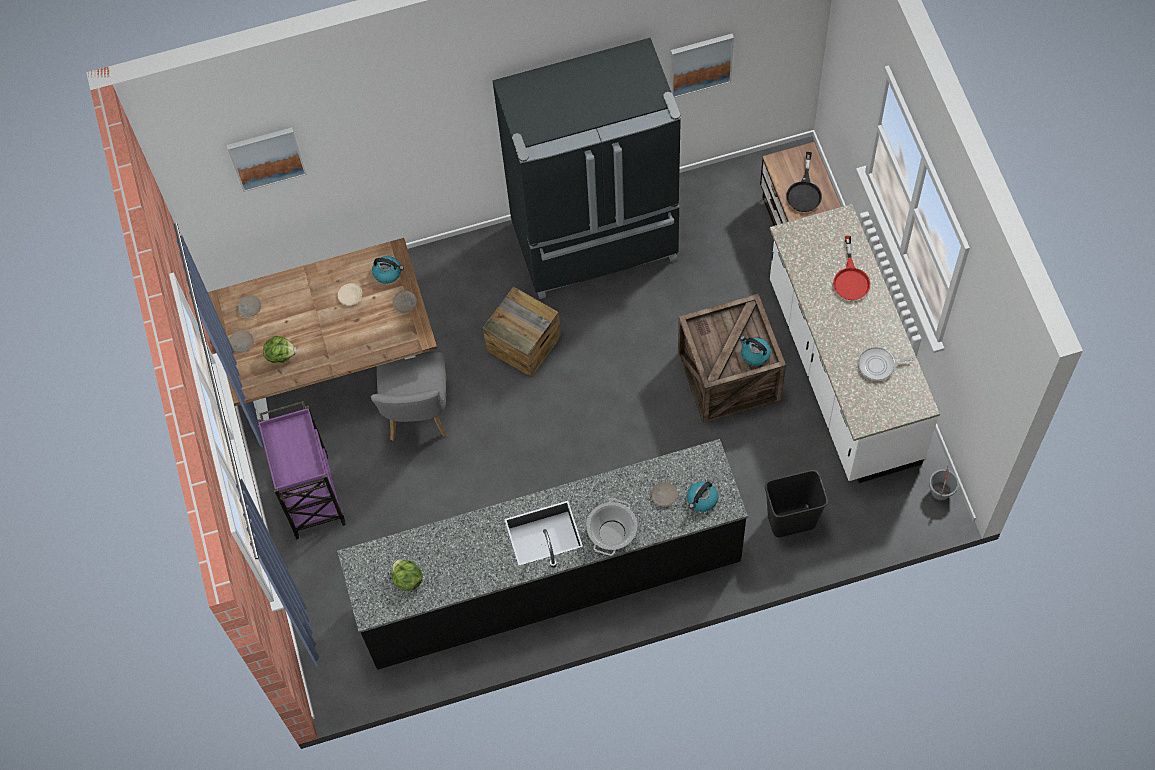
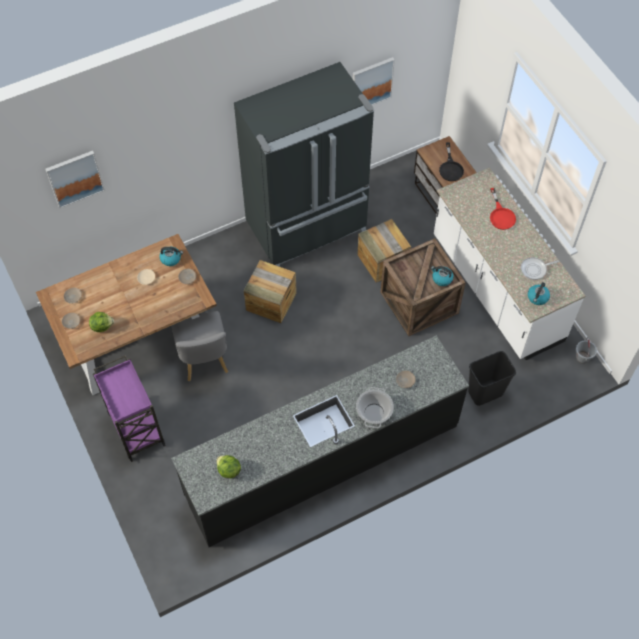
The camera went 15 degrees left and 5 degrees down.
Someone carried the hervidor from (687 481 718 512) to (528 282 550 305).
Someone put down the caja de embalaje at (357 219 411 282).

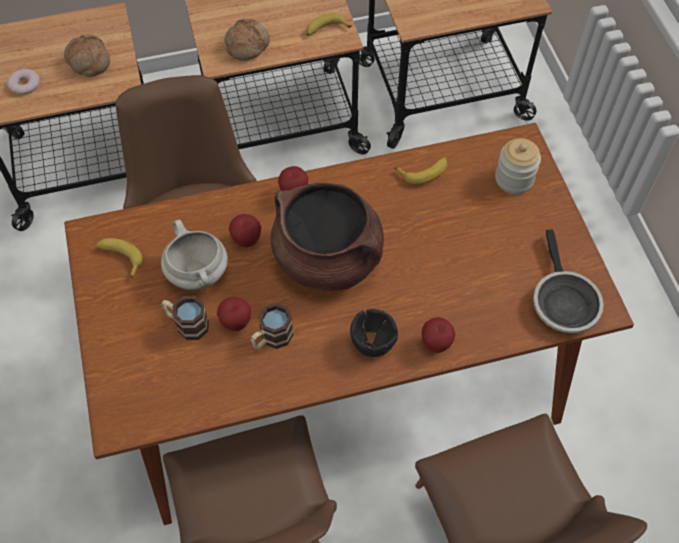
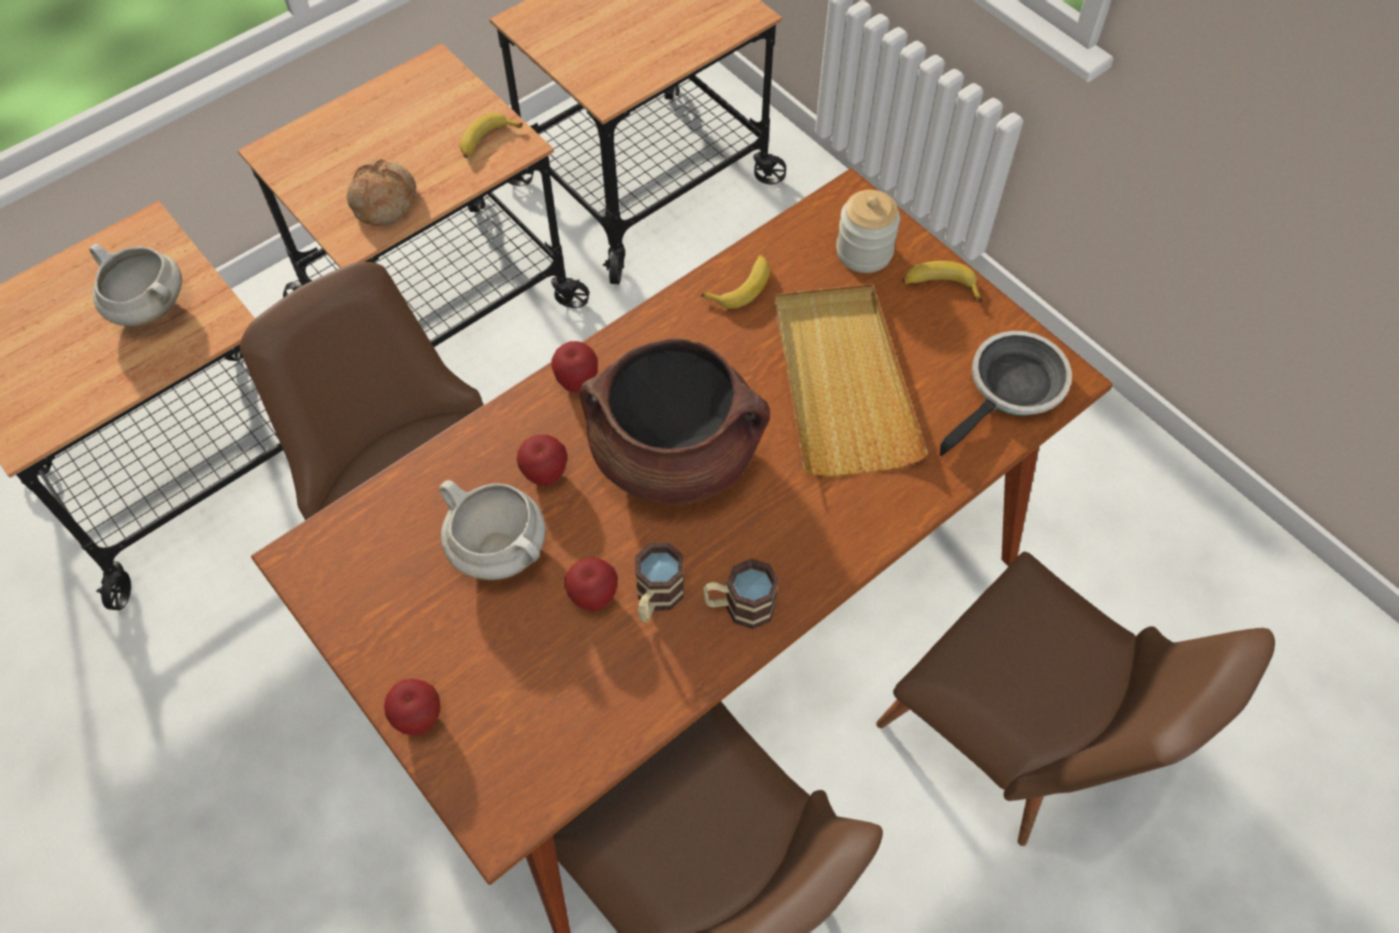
The camera went 25 degrees left and 0 degrees up.
Someone took away the rosquilla at (7 69 40 95).
Someone swapped the pan at (64 35 110 77) for the olla/blanco at (89 244 182 326).
Someone carried the plátano from (95 238 143 279) to (902 261 983 301).
Someone carried the taza grande from (161 296 209 340) to (703 558 779 629).
Someone took away the cuenco/negro at (350 309 398 357).
Someone carried the manzana from (421 317 455 353) to (384 678 441 735).
Someone rotated the sartén at (533 229 604 333) by 105 degrees counterclockwise.
Someone put down the bandeja/beis at (774 284 928 476).

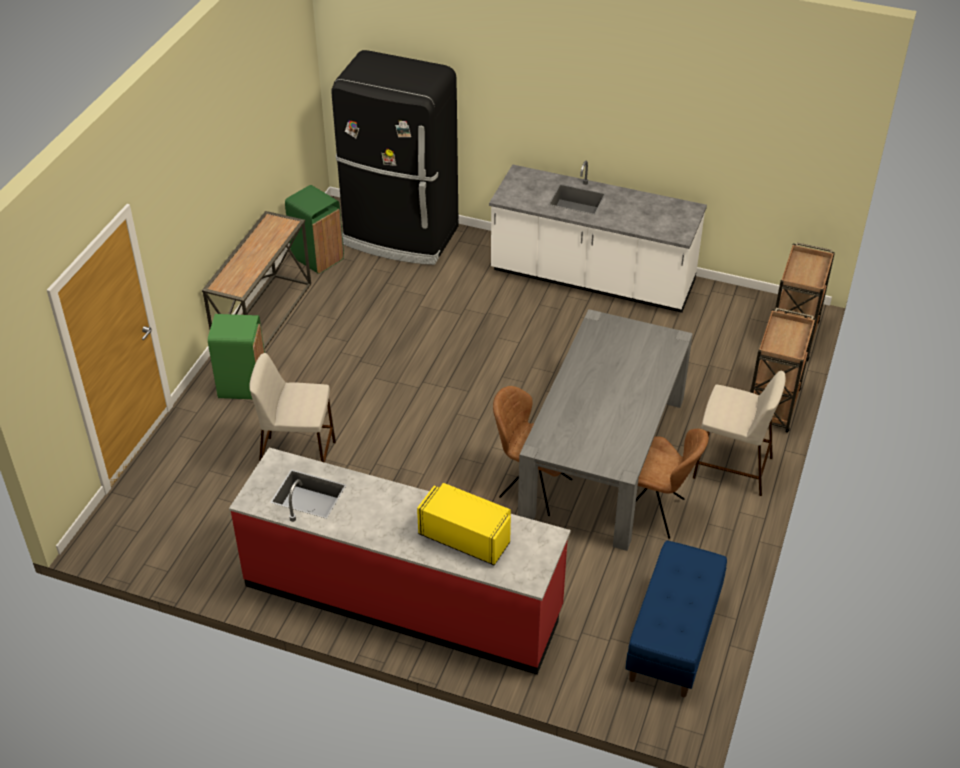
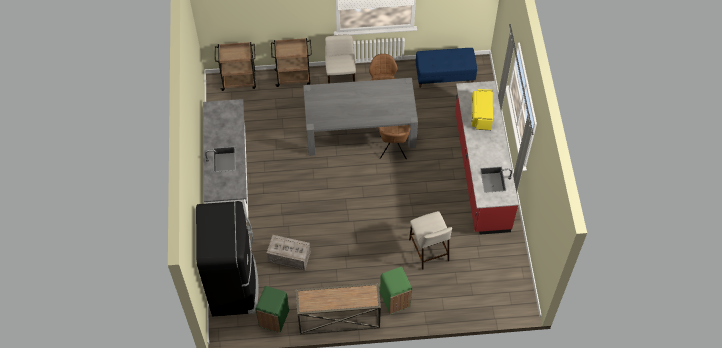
The camera went 115 degrees left and 15 degrees up.
Someone put down the caja de embalaje at (267 235 311 271).

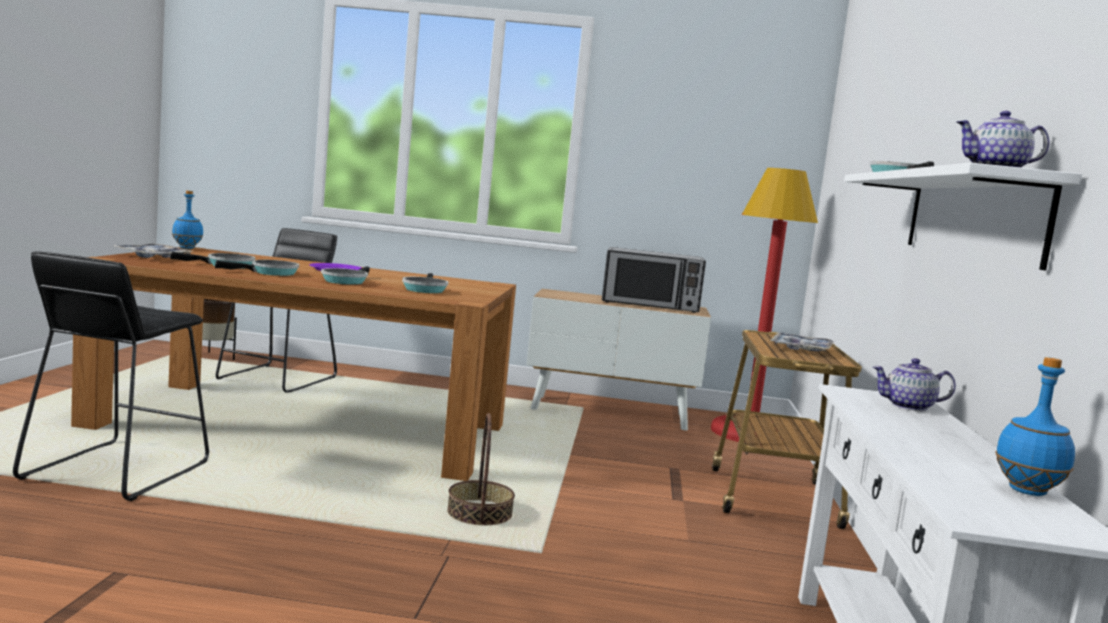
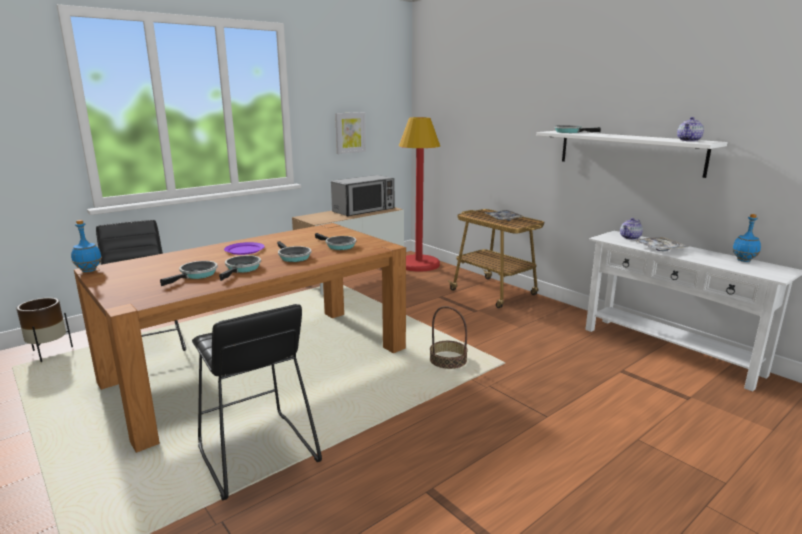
The camera went 45 degrees left and 10 degrees up.
Someone carried the bandeja from (114 244 195 258) to (633 237 689 251).
Someone put up the cuadro at (335 112 366 154).

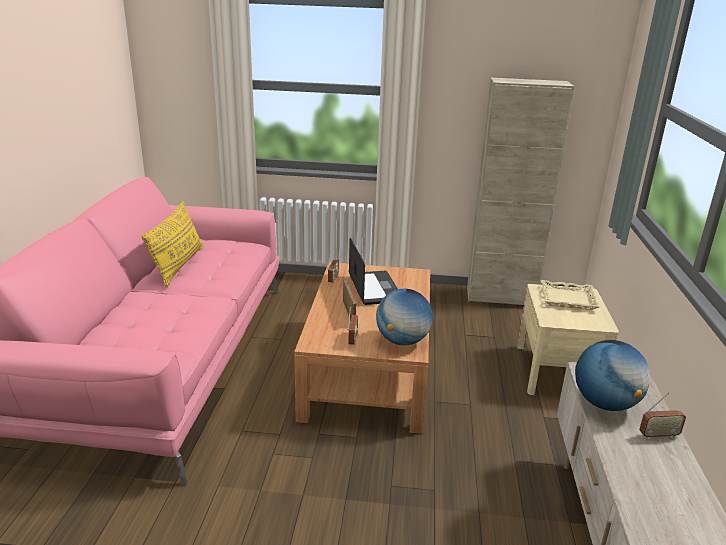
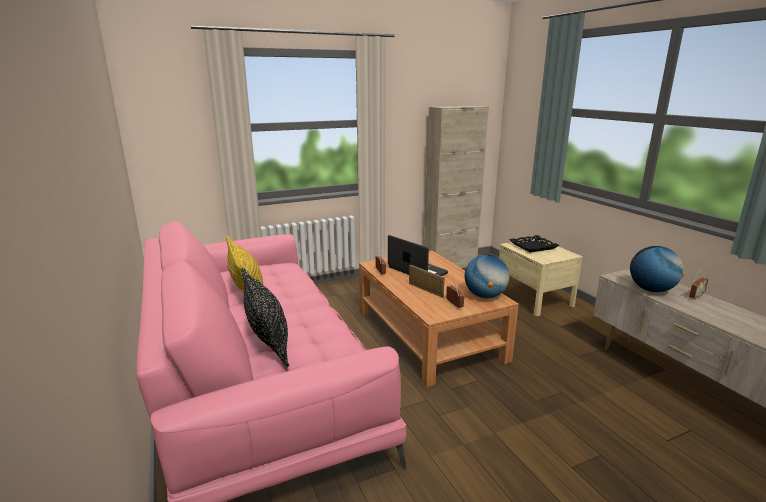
The camera went 30 degrees left and 5 degrees down.
Someone repainted the bandeja/beis at (541 280 600 310), which became the bandeja/negro at (509 235 559 252).
Someone put down the cojín/negro at (242 268 289 368).

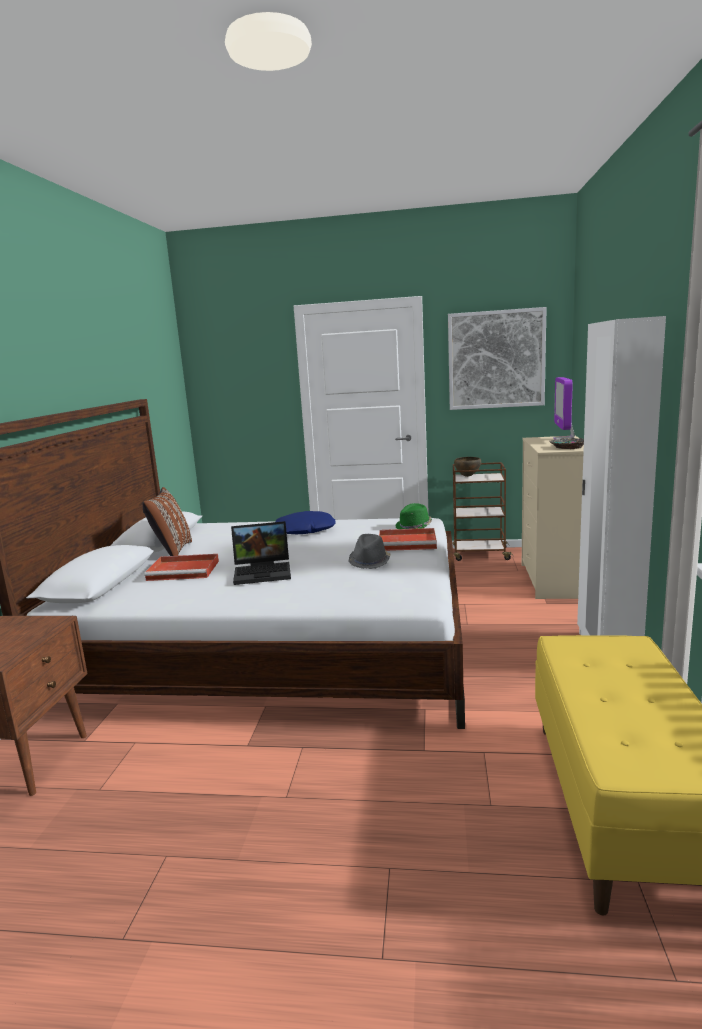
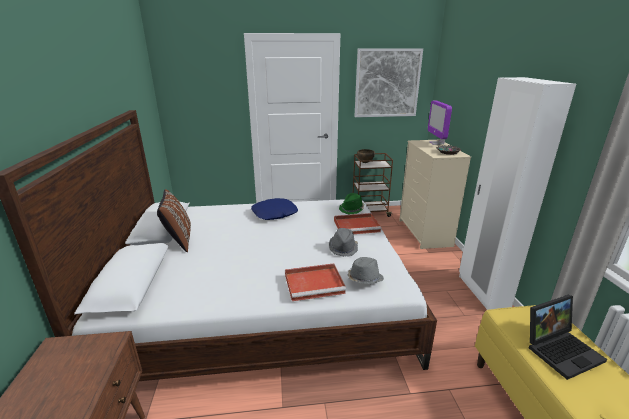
The camera went 15 degrees left and 10 degrees up.
Someone carried the bandeja/rojo from (144 554 219 581) to (285 263 346 301).
Someone carried the portátil from (231 521 291 585) to (529 295 607 380).
Someone put down the sombrero/gris at (348 257 384 284).

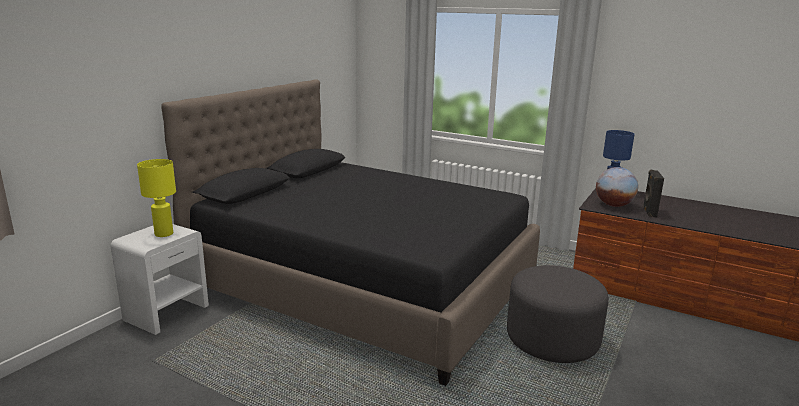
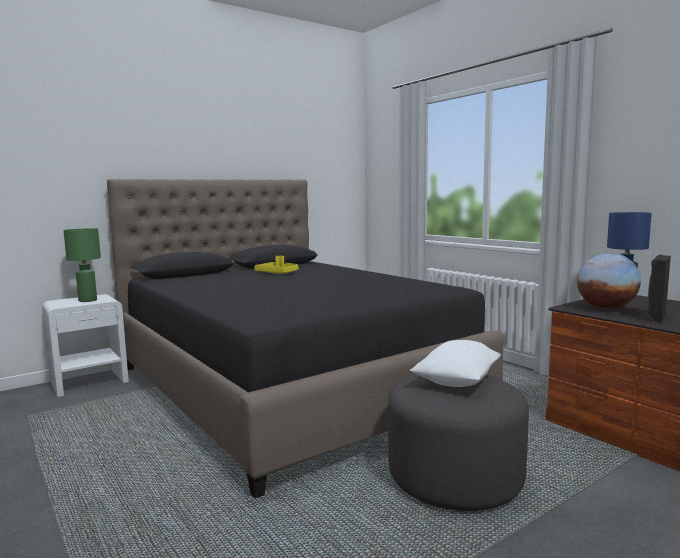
The camera went 25 degrees right and 10 degrees down.
Someone repainted the lámpara de mesa/amarillo at (137 159 176 237), which became the lámpara de mesa/verde at (63 228 101 302).
Someone put down the bandeja/amarillo at (254 256 298 274).
Someone put down the cojín/blanco at (410 340 501 387).

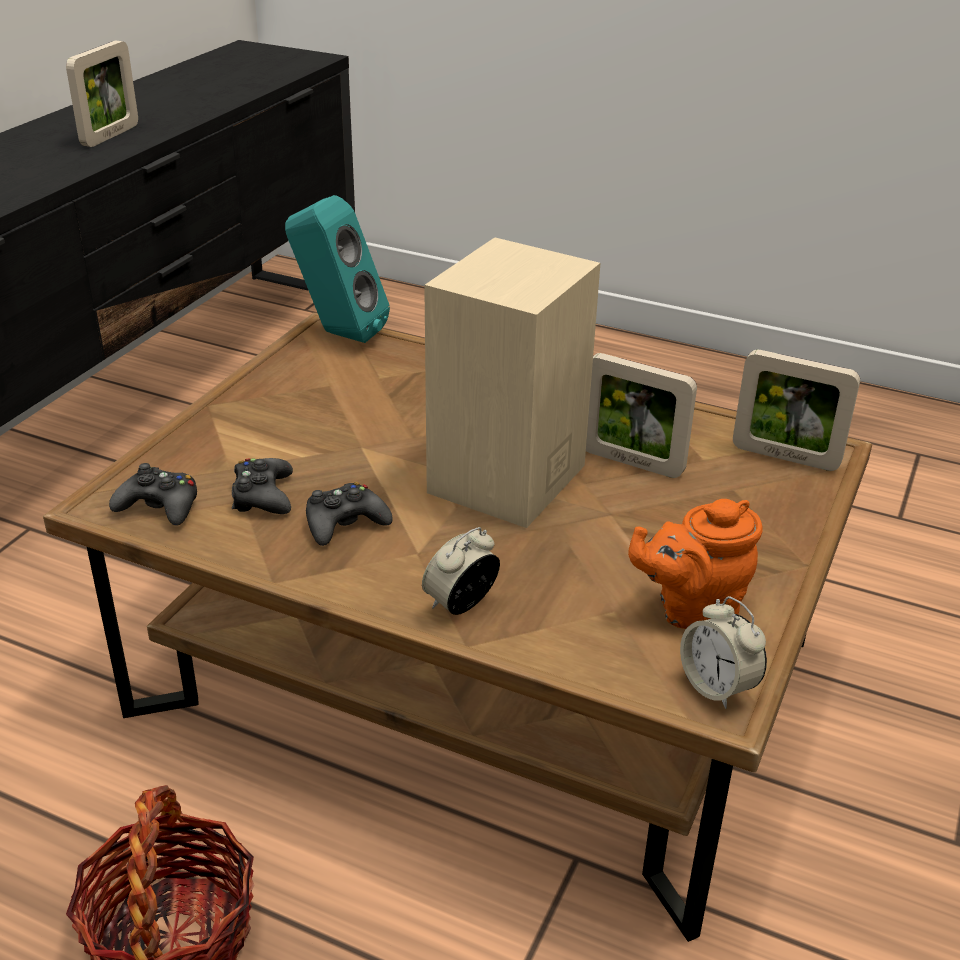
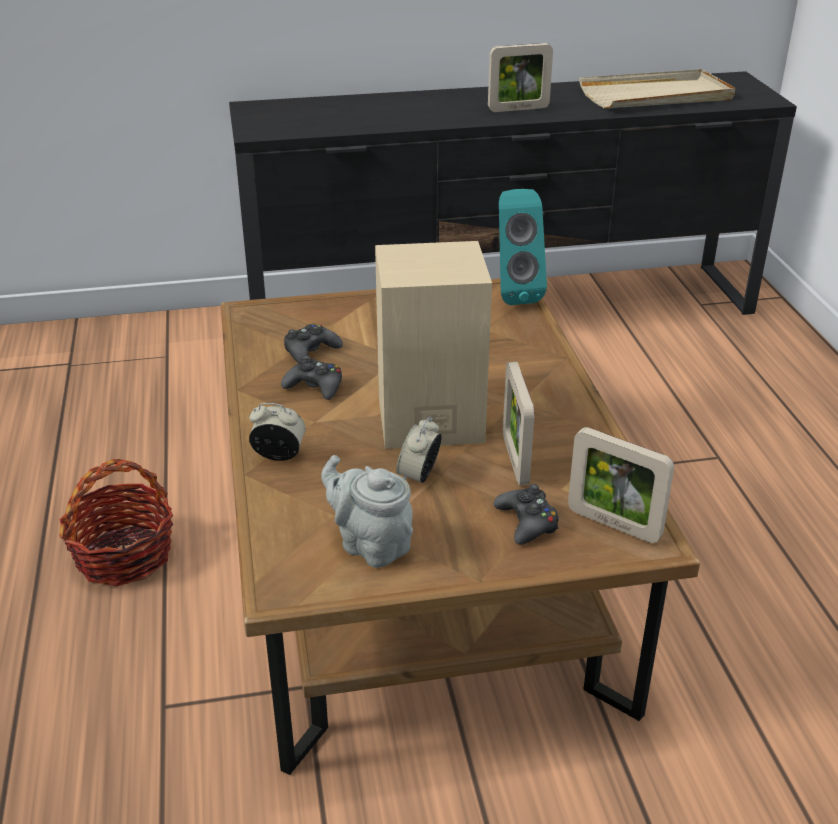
The camera went 55 degrees right and 0 degrees up.
Someone carried the mando de consola/negro from (109 463 197 526) to (494 484 559 545).
Someone repainted the tetera/naranja at (628 499 763 629), which became the tetera/gris at (321 455 413 568).
Someone carried the despertador from (680 596 767 709) to (396 416 442 483).
Someone rotated the portarretratos at (733 350 860 471) by 45 degrees counterclockwise.
Someone put down the bandeja/beis at (579 69 736 108).

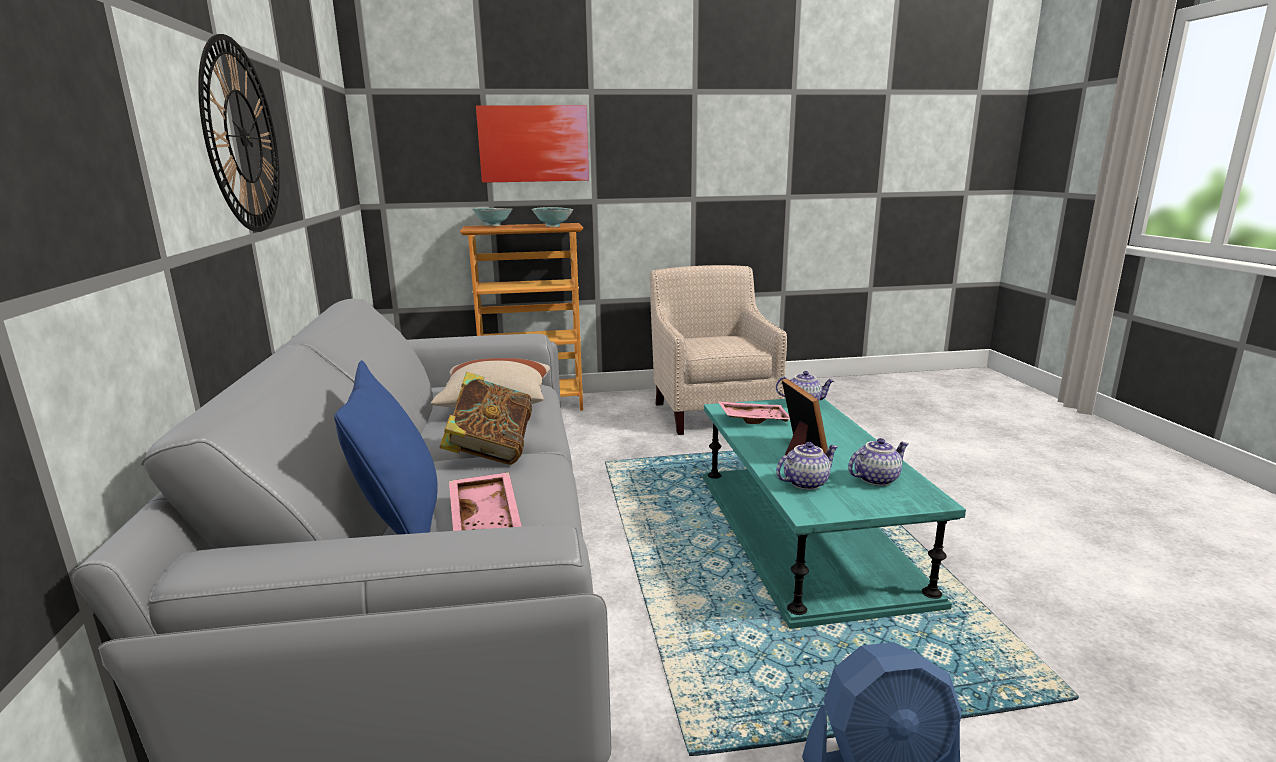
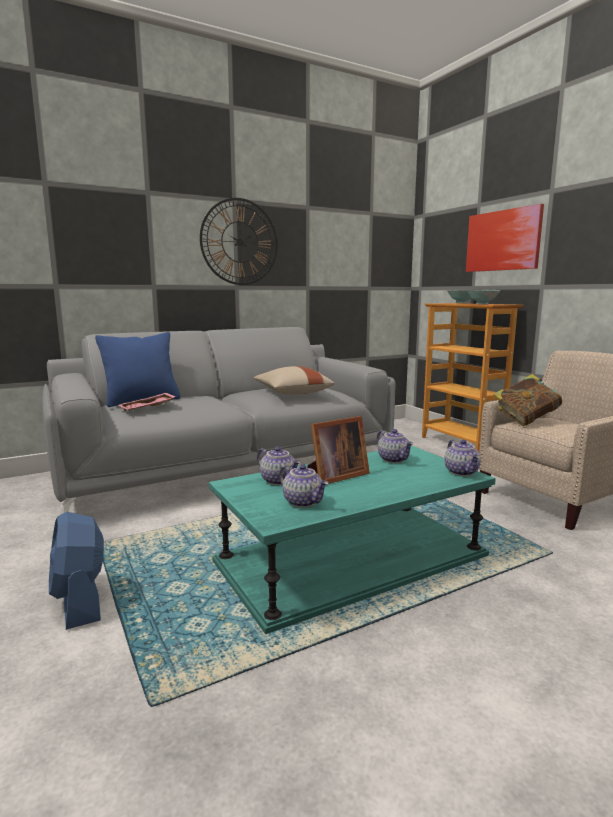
The camera went 70 degrees right and 5 degrees down.
Someone carried the libro from (439 372 532 465) to (493 374 562 426).
Someone swapped the bandeja/rosa at (718 401 790 424) for the tetera at (377 429 413 463).

